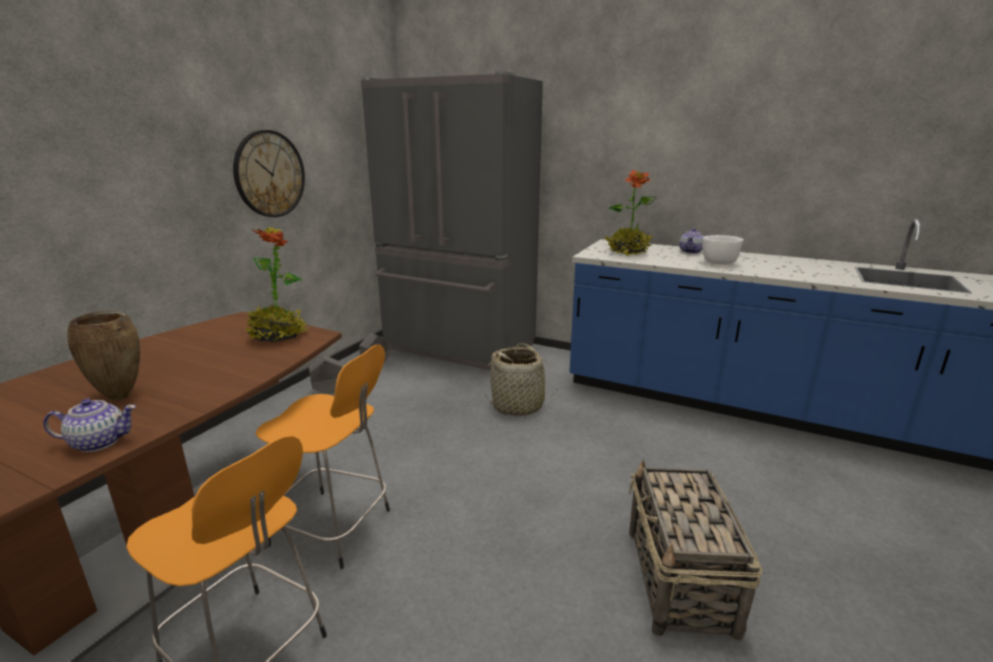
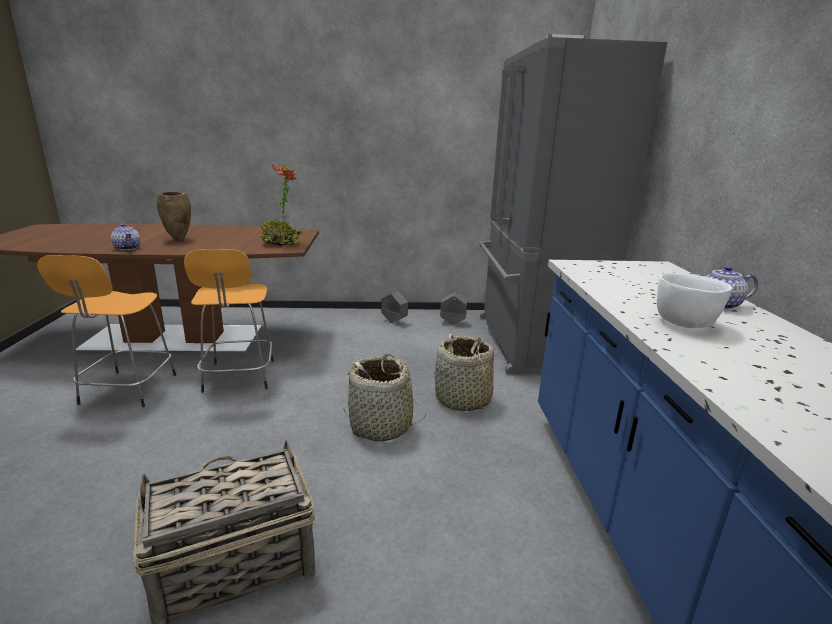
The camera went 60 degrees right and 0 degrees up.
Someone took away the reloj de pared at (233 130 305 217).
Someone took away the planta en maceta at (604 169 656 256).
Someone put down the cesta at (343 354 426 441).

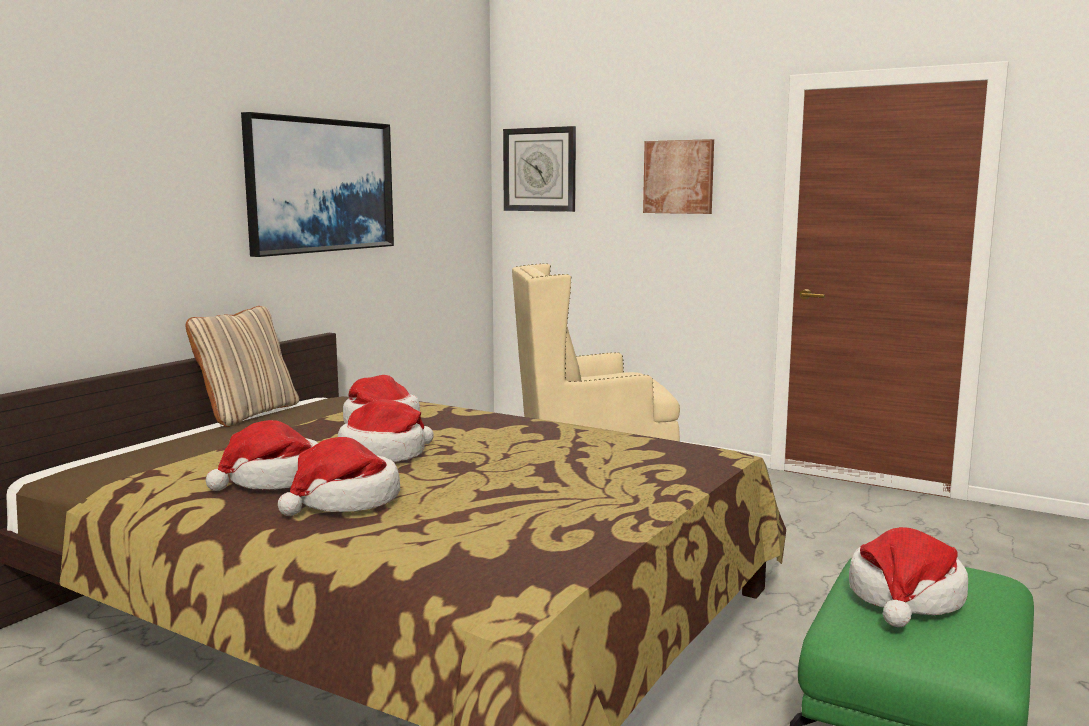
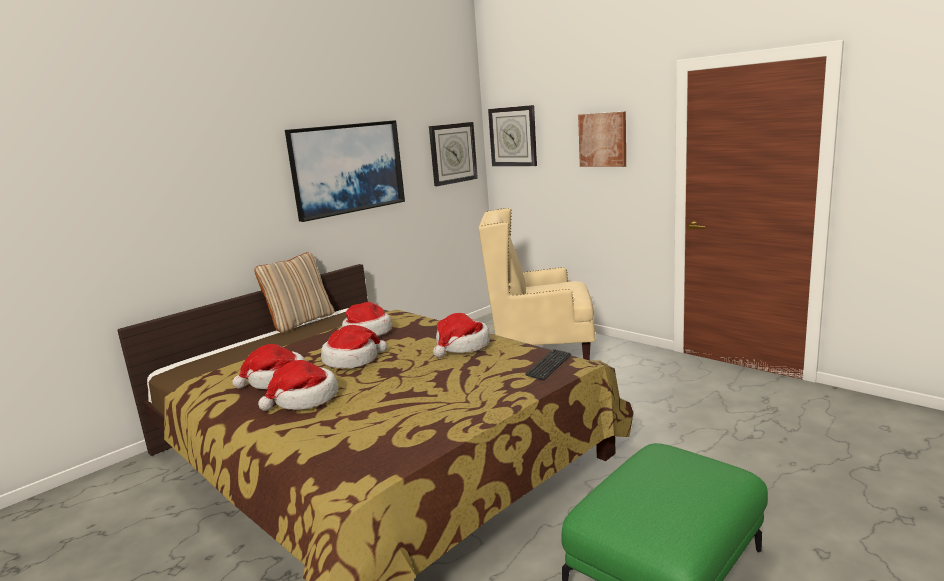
The camera went 15 degrees right and 5 degrees up.
Someone carried the sombrero from (849 527 968 627) to (433 313 490 358).
Someone put up the reloj de pared at (429 122 478 186).
Someone put down the teclado at (525 349 571 380).

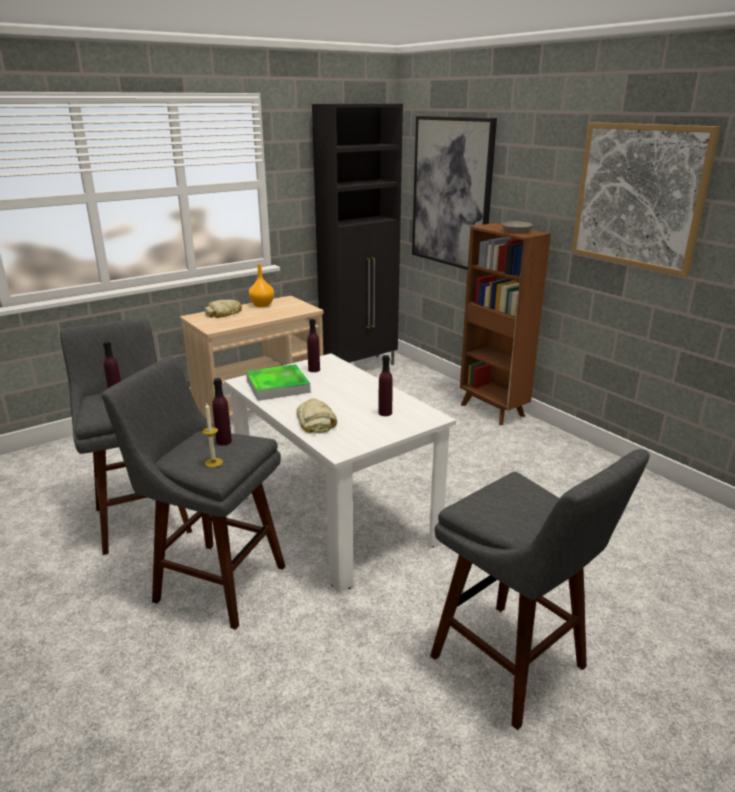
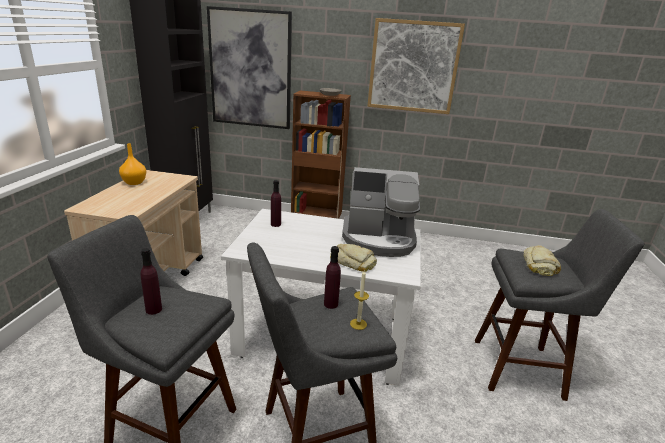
The camera went 45 degrees left and 0 degrees up.
Someone carried the pan from (204 299 242 318) to (523 245 561 276).
Someone took away the bandeja at (246 364 311 401).
Someone swapped the botella/morado at (379 355 393 416) for the cafetera at (342 167 420 257).

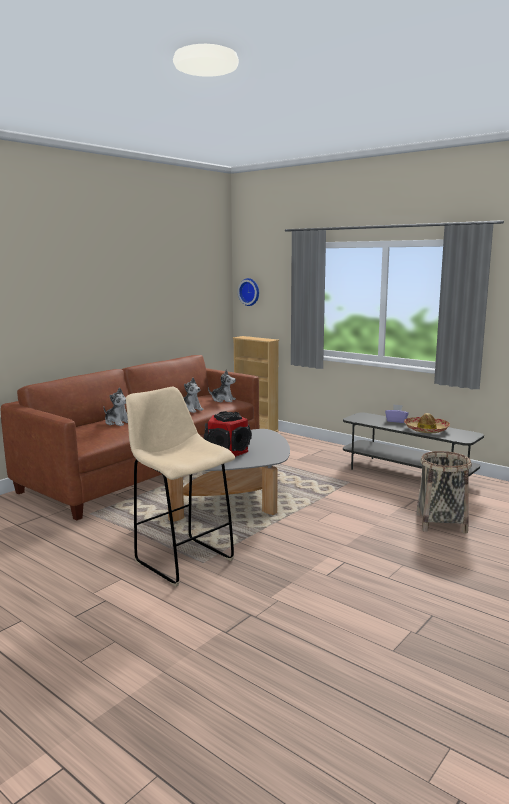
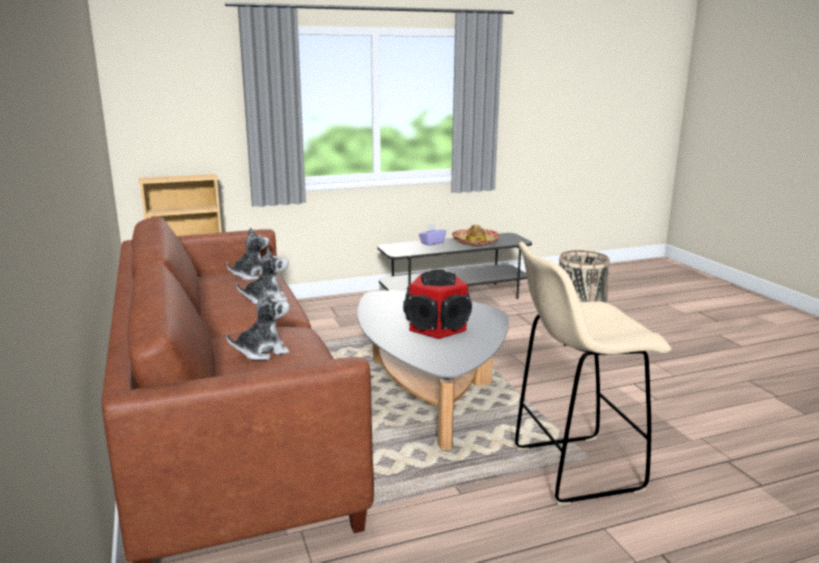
The camera went 60 degrees left and 5 degrees up.
Someone took away the reloj de pared at (238 278 259 306).

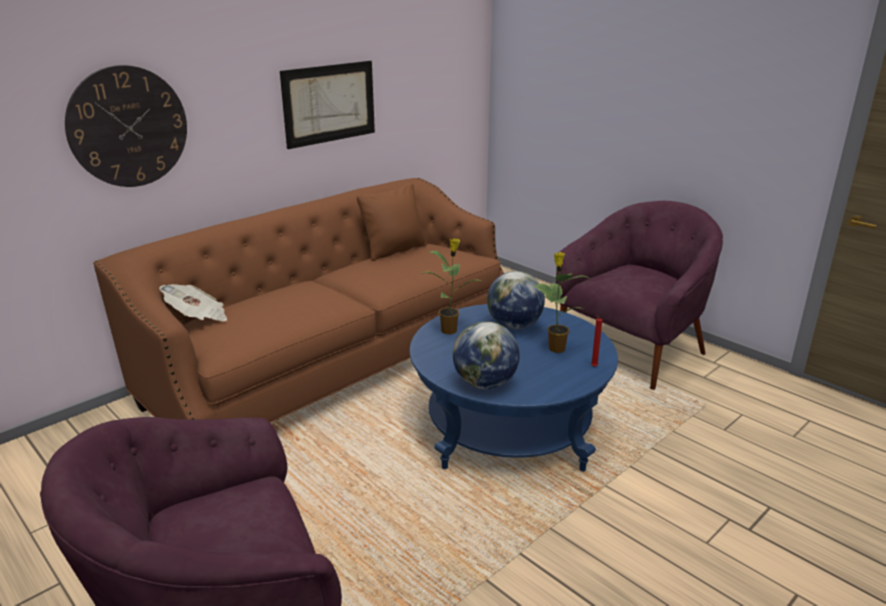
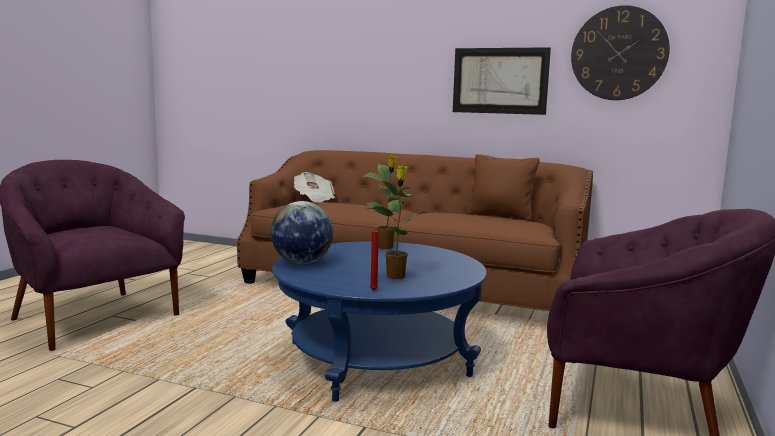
The camera went 65 degrees right and 15 degrees down.
Someone carried the reloj de pared from (65 65 187 187) to (571 5 670 100).
Someone took away the globo terráqueo at (487 271 545 329).

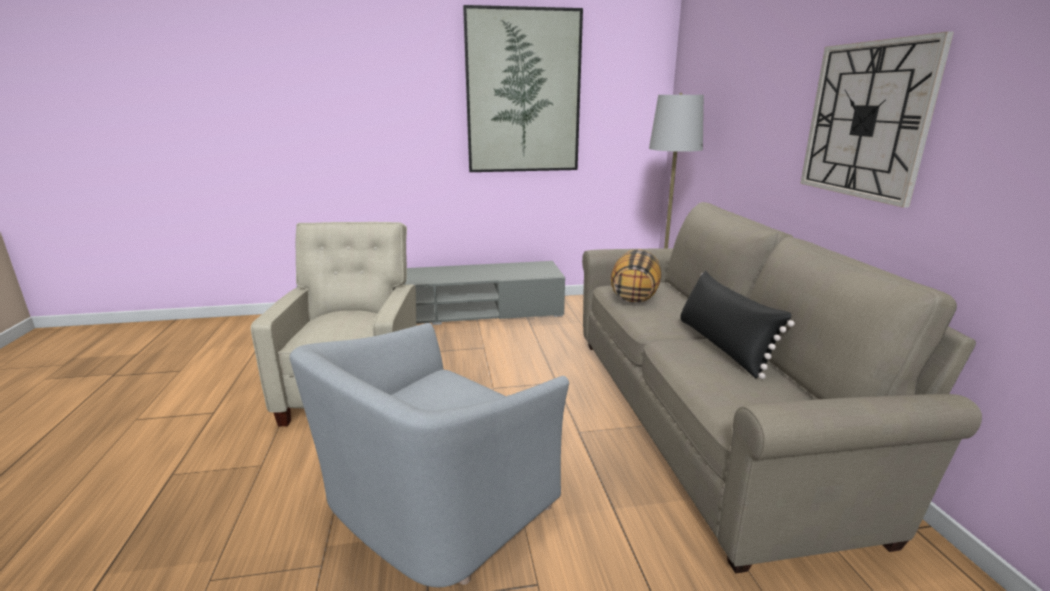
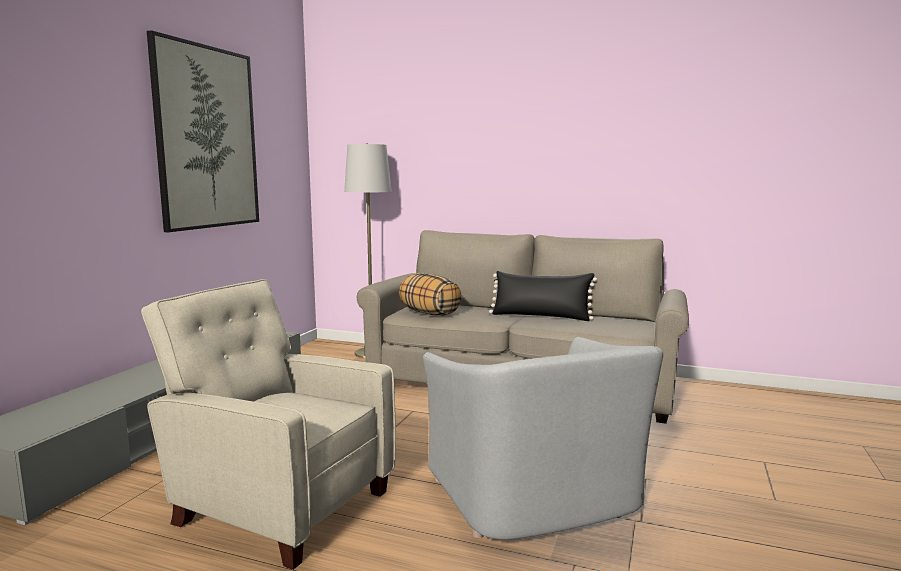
The camera went 60 degrees left and 10 degrees down.
Someone took away the reloj de pared at (800 32 954 208).

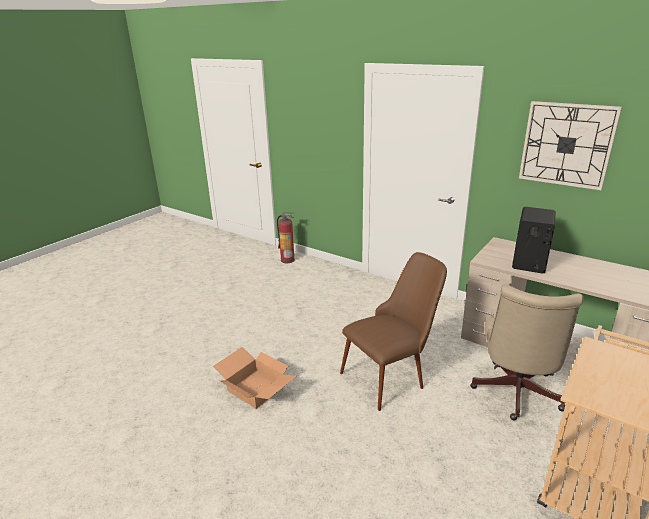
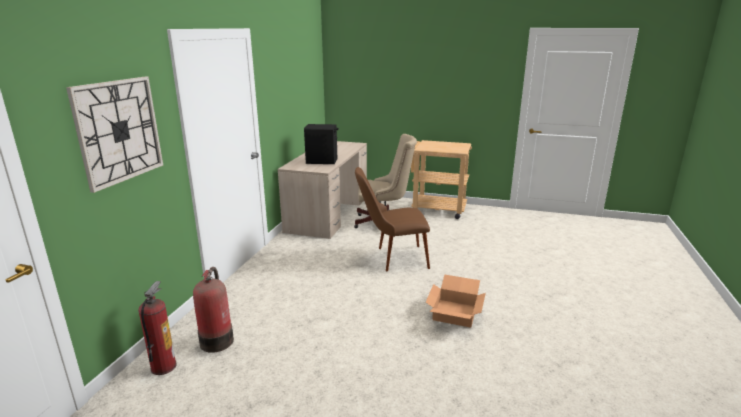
The camera went 110 degrees left and 5 degrees down.
Someone rotated the silla/marrón at (340 252 447 411) by 45 degrees counterclockwise.
Someone carried the reloj de pared from (519 101 622 190) to (66 77 163 193).
Someone put down the extintor at (193 267 234 353).

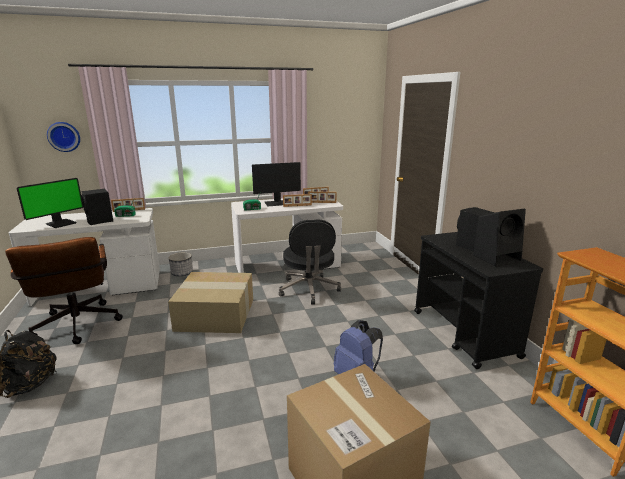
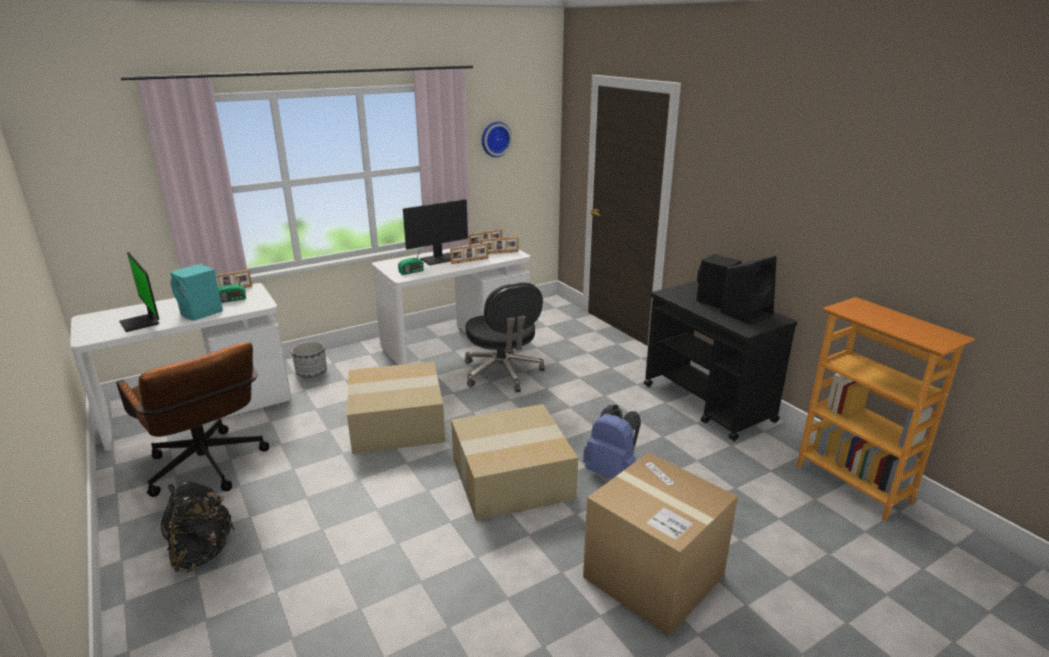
The camera went 15 degrees left and 5 degrees up.
Someone rotated the monitor at (17 178 83 228) by 120 degrees clockwise.
Someone carried the reloj de pared from (47 122 80 152) to (482 122 512 157).
Someone repainted the altavoz/negro at (81 189 113 225), which became the altavoz/turquesa at (170 264 223 321).
Someone put down the caja de cartón at (451 404 578 521).

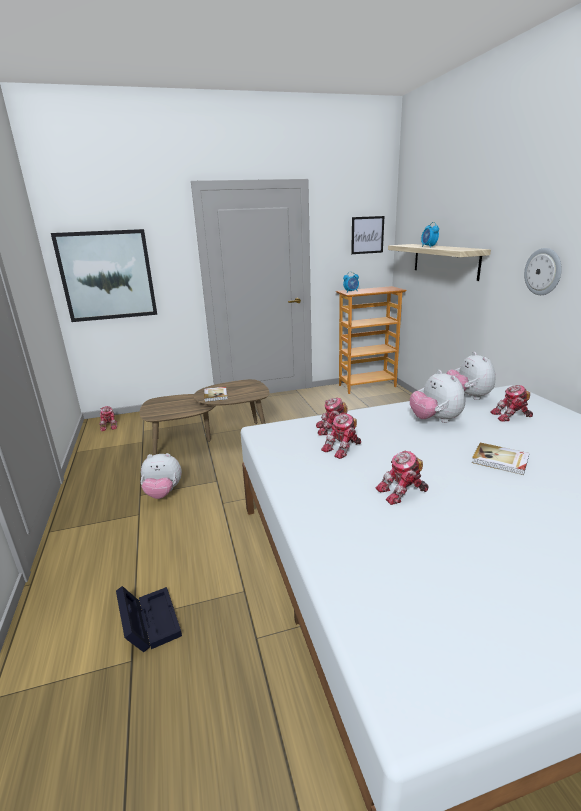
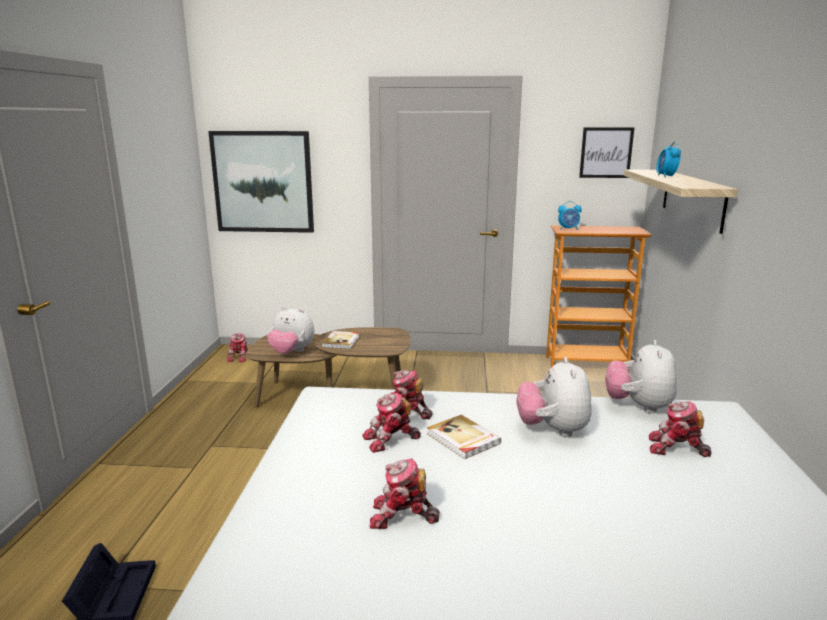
The camera went 20 degrees right and 5 degrees down.
Someone carried the peluche from (140 453 182 499) to (267 307 314 354).
Someone carried the libro from (472 442 529 475) to (427 415 501 459).
Someone took away the reloj de pared at (524 248 562 295).

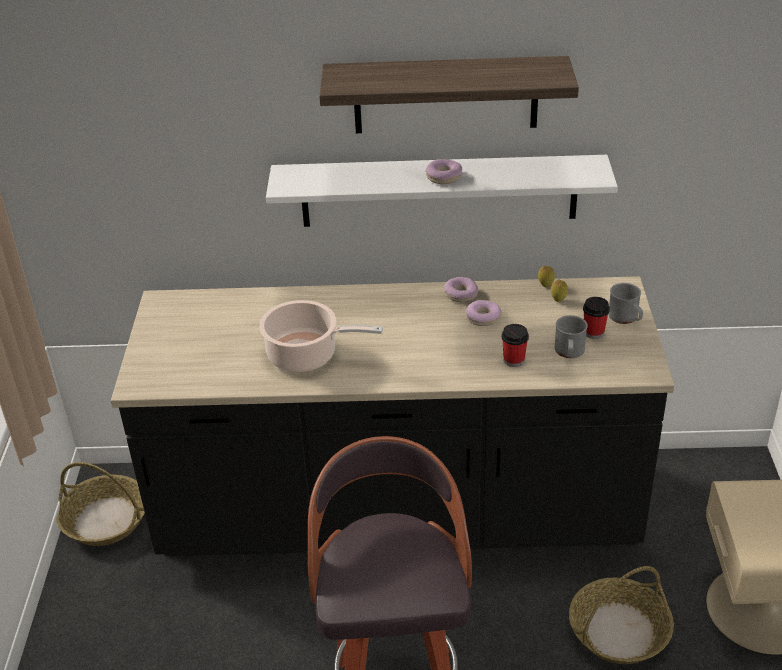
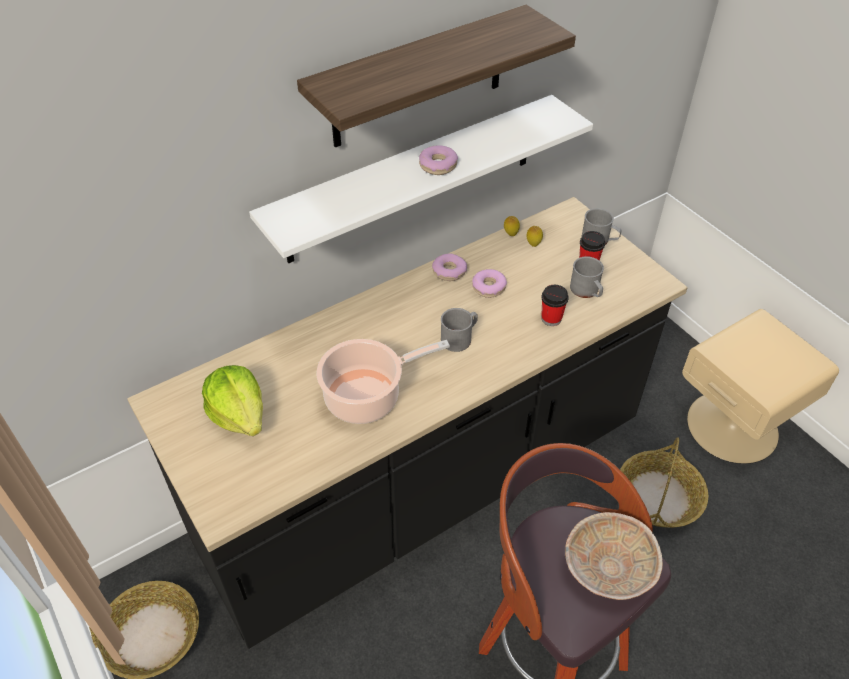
The camera went 35 degrees left and 10 degrees up.
Someone put down the lechuga at (202 365 263 436).
Someone put down the taza grande/gris at (441 308 478 352).
Someone put down the cuenco/beis at (565 512 663 600).

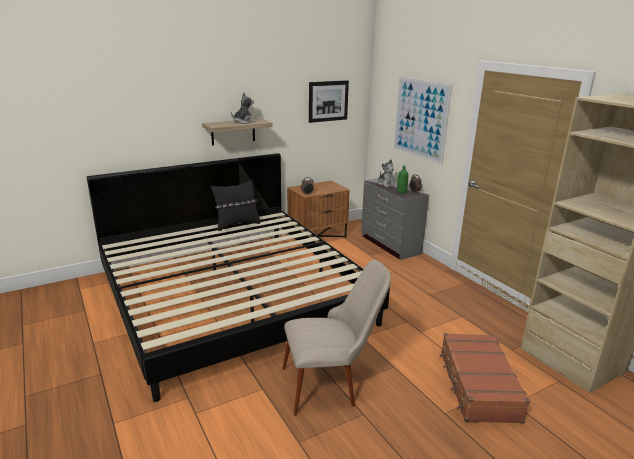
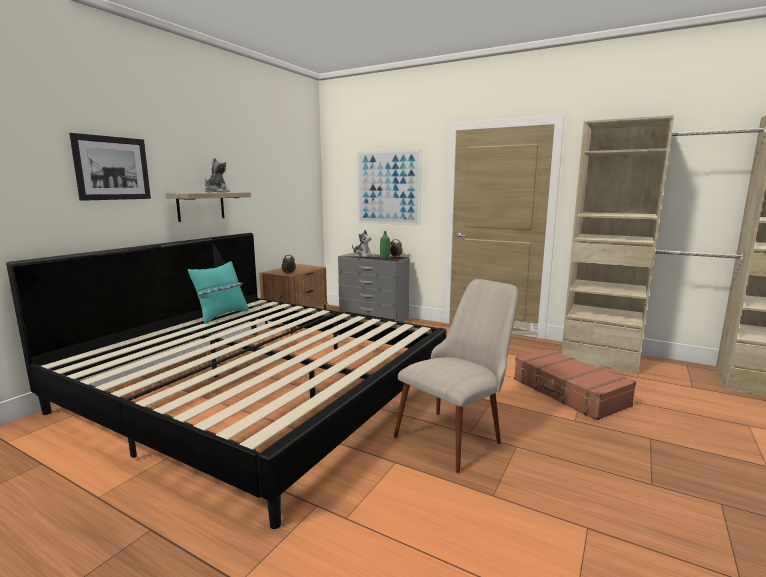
The camera went 30 degrees left and 10 degrees down.
Someone repainted the cojín/negro at (211 180 260 231), which became the cojín/turquesa at (188 261 249 324).
Someone carried the cuadro from (309 80 349 123) to (69 133 151 201).

